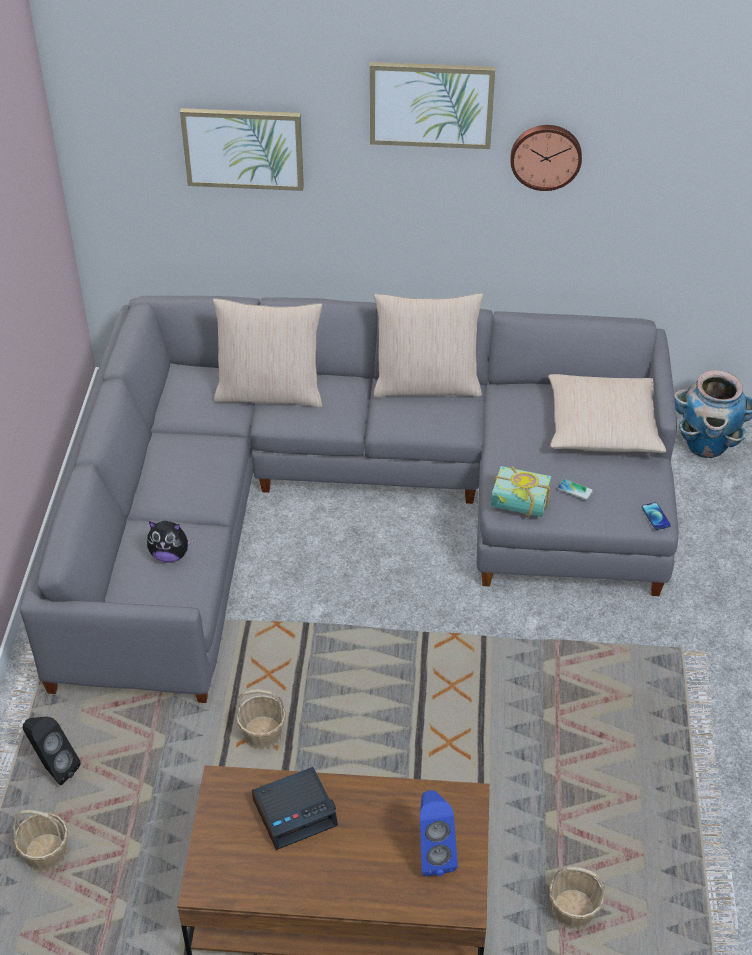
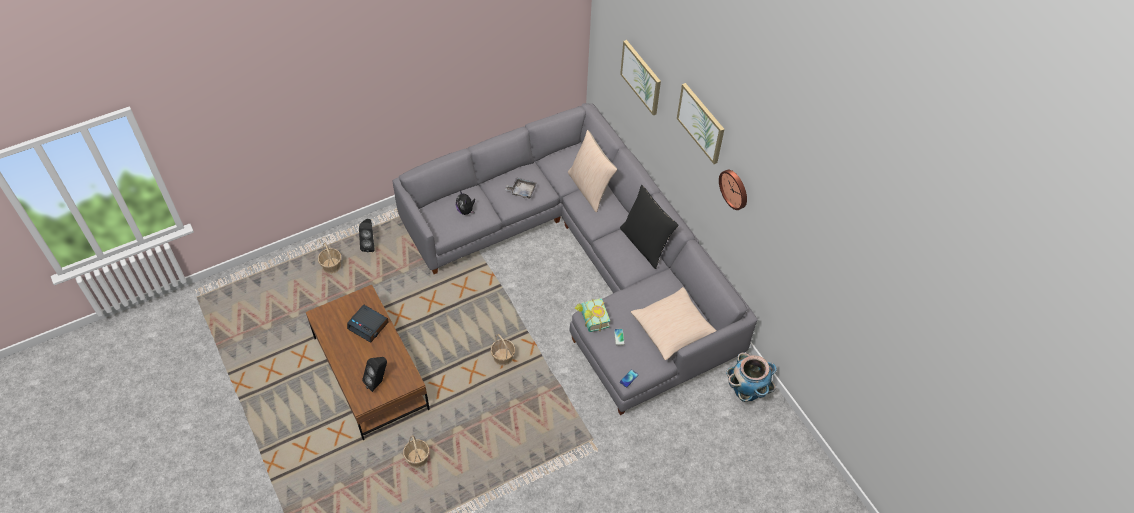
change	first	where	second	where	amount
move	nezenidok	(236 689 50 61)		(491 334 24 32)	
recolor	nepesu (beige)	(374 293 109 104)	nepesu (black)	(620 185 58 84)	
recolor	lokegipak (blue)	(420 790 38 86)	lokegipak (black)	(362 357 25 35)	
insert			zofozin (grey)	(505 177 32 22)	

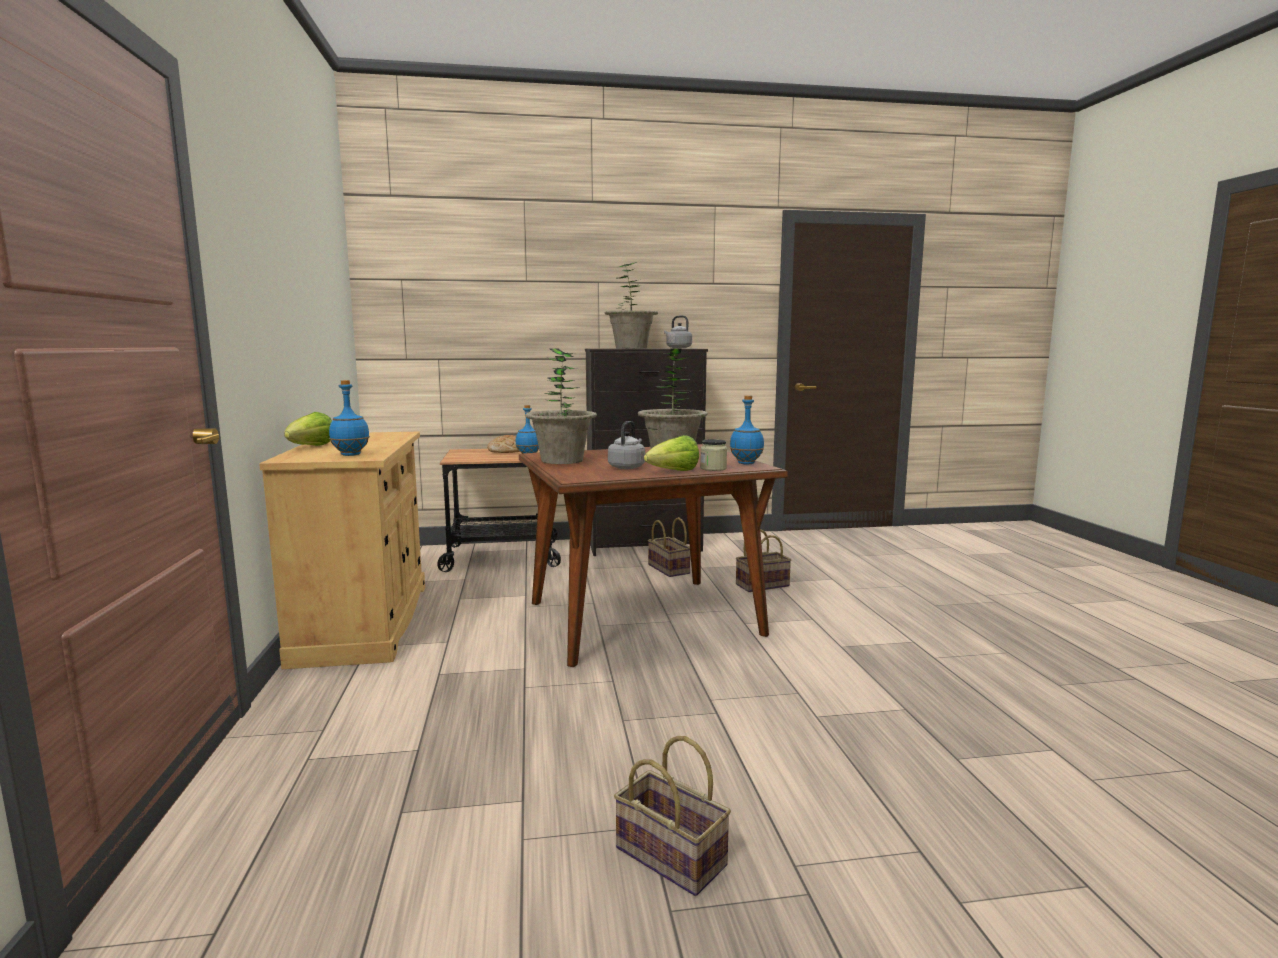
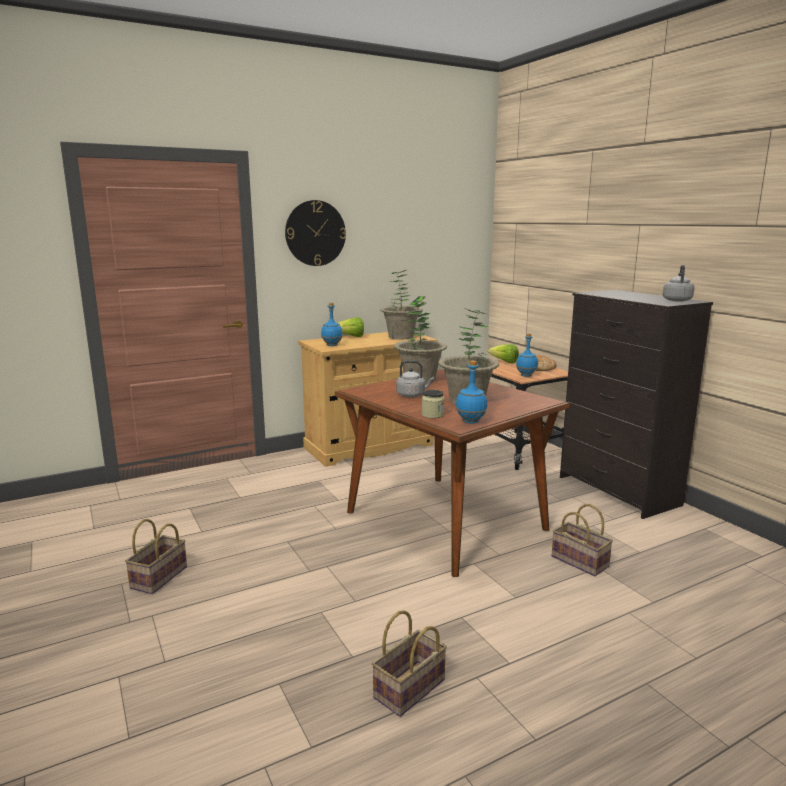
change	first	where	second	where	amount
move	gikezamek	(605 262 53 87)		(380 270 43 70)	
move	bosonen	(644 435 55 36)		(488 344 31 19)	
move	nezenidok	(648 517 42 60)		(372 610 75 107)	
insert			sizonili	(285 200 61 66)	

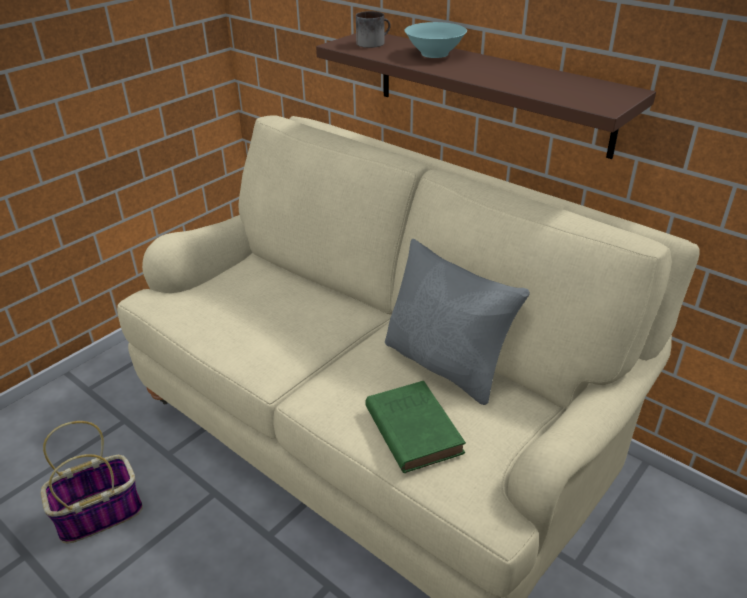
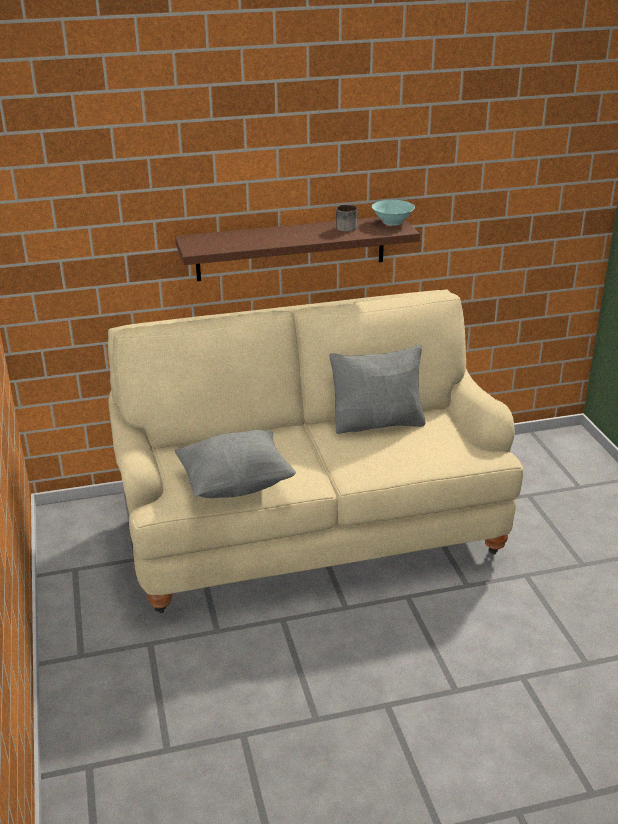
change	first	where	second	where	amount
delete	nezenidok	(41 421 102 123)			
move	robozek	(356 11 35 37)		(336 205 21 27)	
delete	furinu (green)	(365 381 101 92)			
move	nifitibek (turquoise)	(404 22 63 36)		(372 200 43 25)	
insert			nepesu (grey)	(175 430 121 68)	

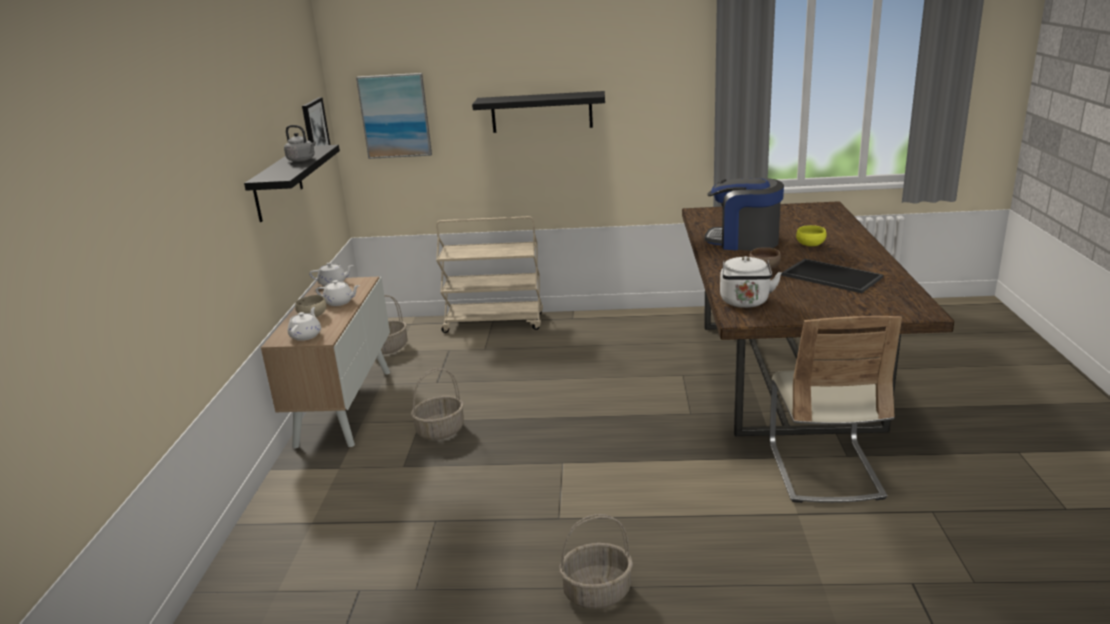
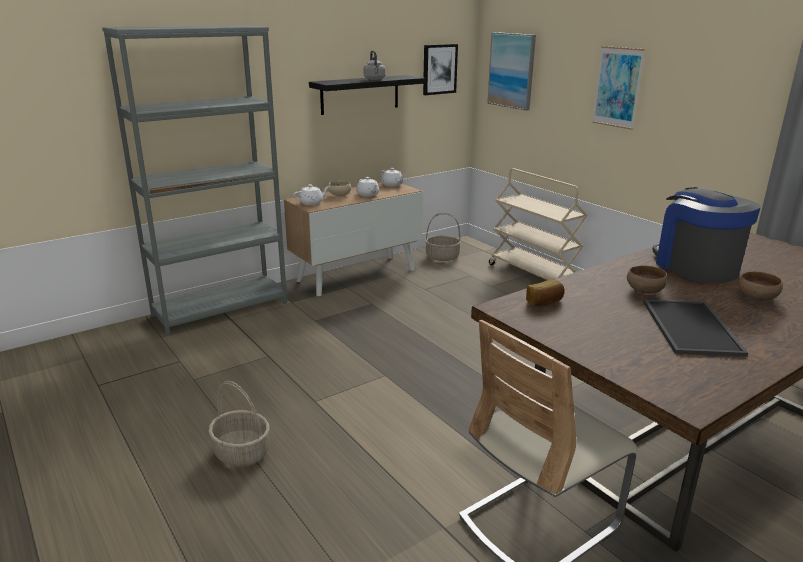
change	first	where	second	where	amount
delete	nezenidok	(411 368 53 72)			
replace	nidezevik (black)	(472 91 133 42)	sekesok	(592 46 53 84)	
replace	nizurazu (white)	(720 256 62 52)	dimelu	(526 279 39 27)	
recolor	nifitibek (yellow)	(796 225 30 21)	nifitibek (brown)	(738 272 45 29)	
insert			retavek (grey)	(102 25 185 311)	

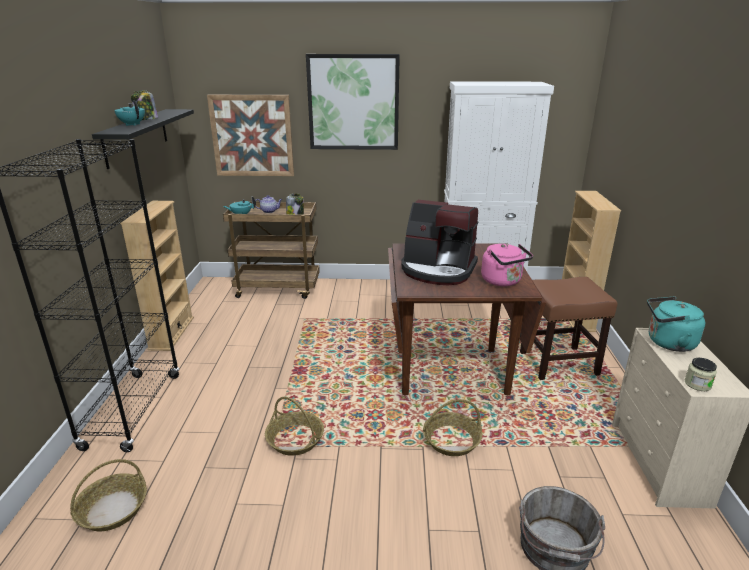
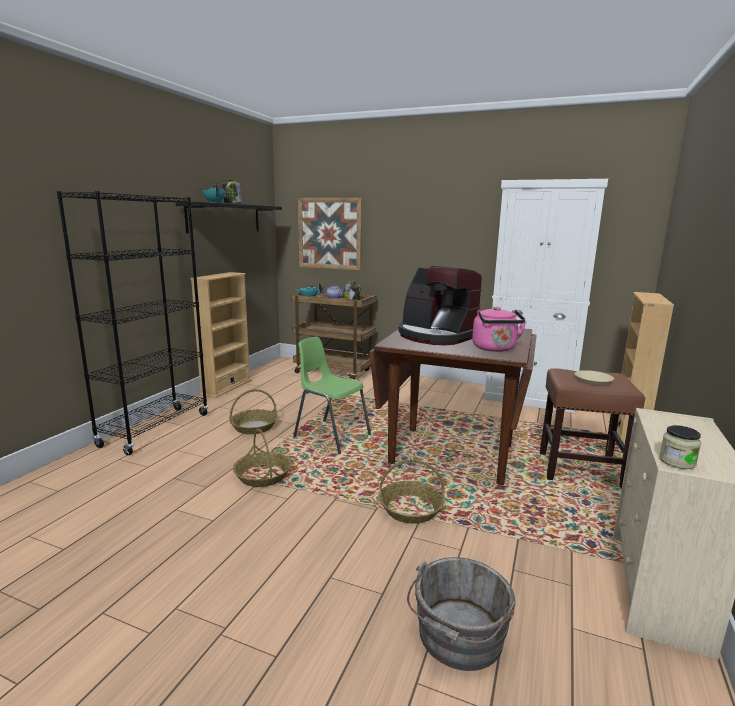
change	first	where	second	where	amount
move	nezenidok	(70 459 77 72)		(229 389 49 45)	
delete	sekesok	(306 54 94 96)			
delete	nizurazu (turquoise)	(647 296 58 56)			
insert			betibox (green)	(293 337 78 117)	
insert			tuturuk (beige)	(575 370 39 15)	

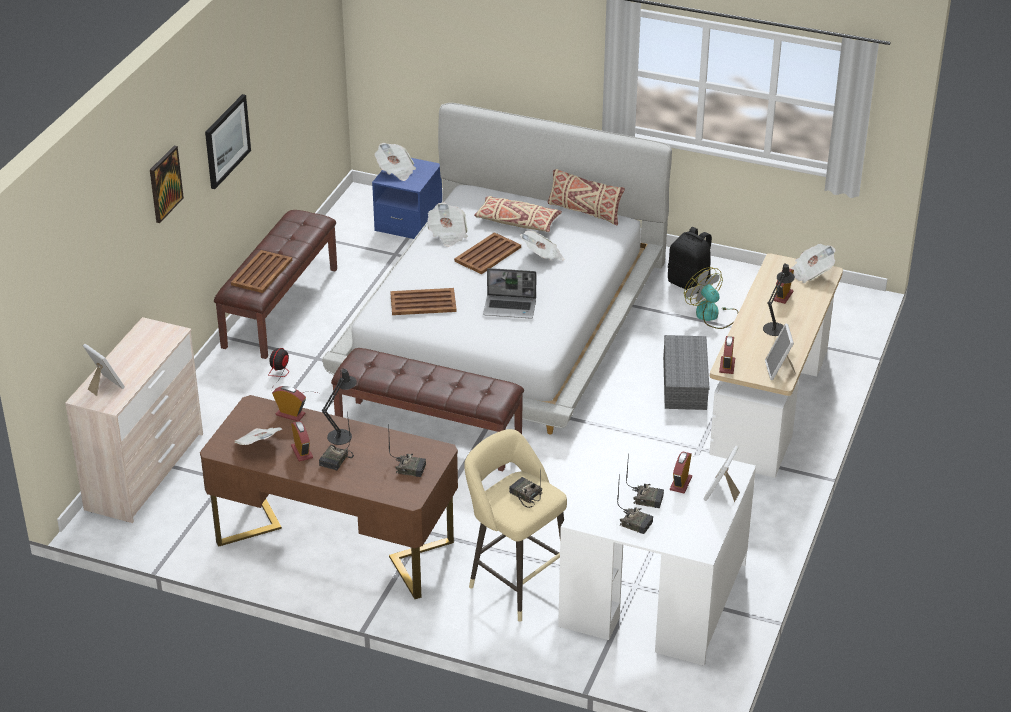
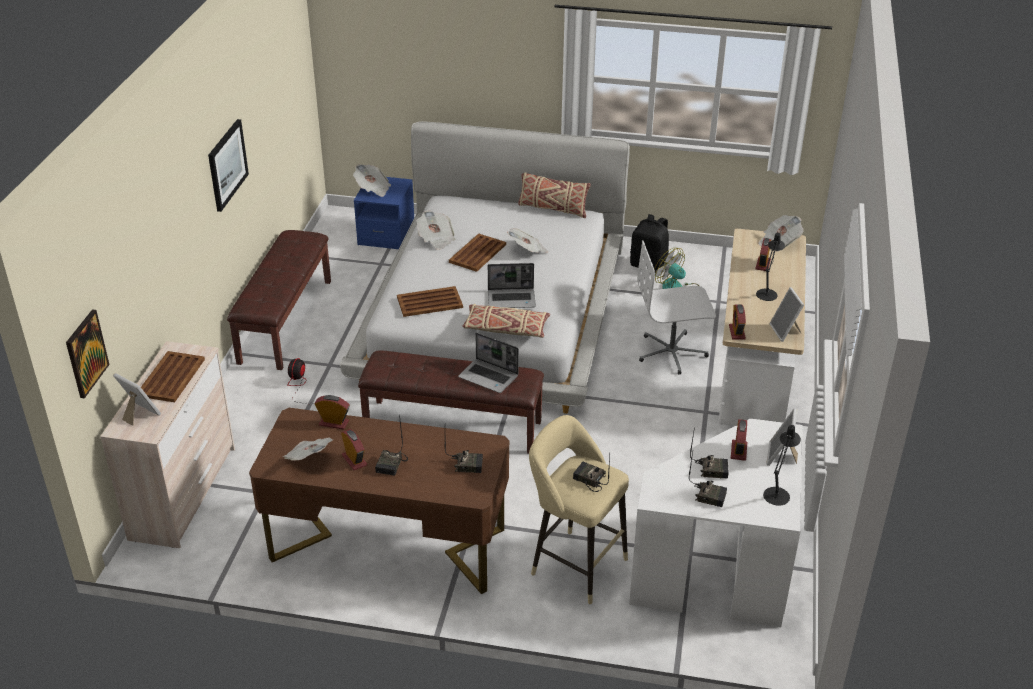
change	first	where	second	where	amount
move	sekesok	(150 146 34 77)		(66 309 43 90)	
move	zofozin (brown)	(231 250 61 43)		(141 351 64 51)	
move	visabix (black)	(322 368 35 77)		(763 425 38 81)	
move	nepesu (beige)	(474 196 88 36)		(462 304 88 34)	
replace	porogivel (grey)	(663 335 46 75)	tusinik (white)	(637 240 79 134)	
insert			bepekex	(458 333 61 60)	

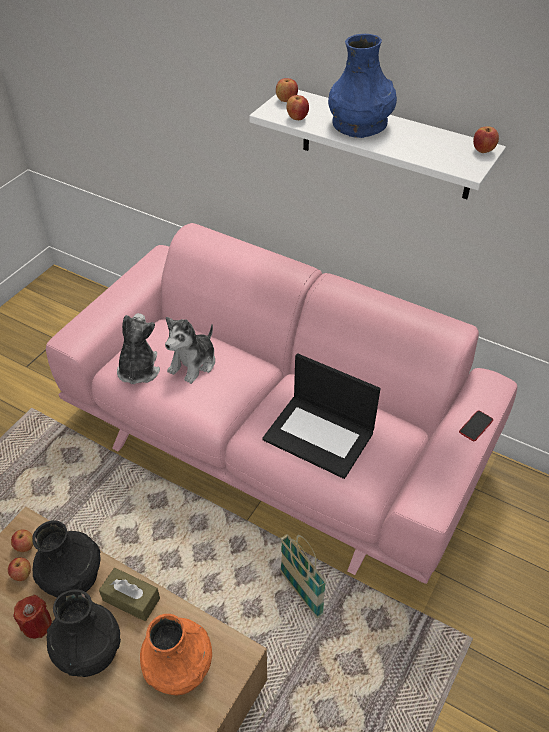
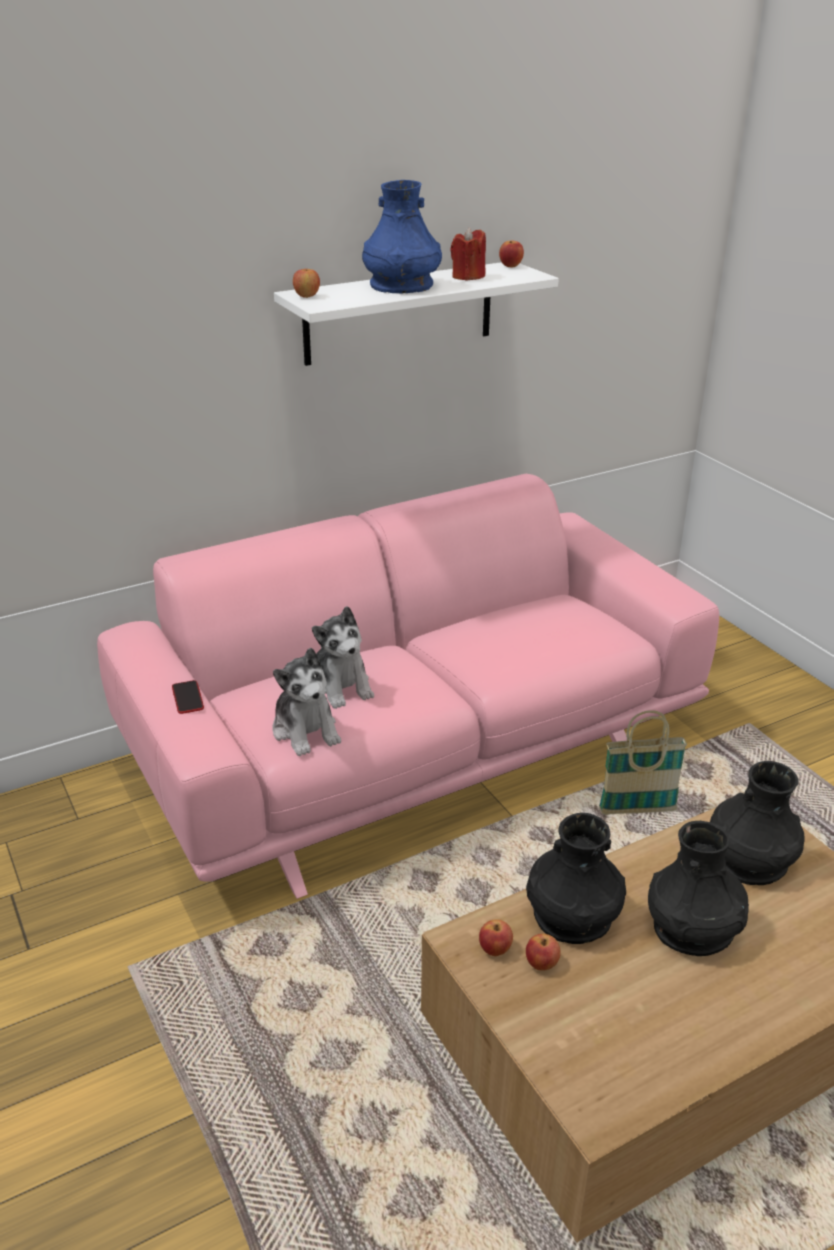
change	first	where	second	where	amount
move	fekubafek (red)	(13 595 39 44)		(450 227 36 53)	
delete	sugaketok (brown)	(99 568 61 53)			
rotate	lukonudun	(117 313 43 71)		(273 648 68 108)	150 degrees counterclockwise
recolor	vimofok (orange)	(140 614 72 82)	vimofok (black)	(710 761 95 124)	
delete	bepekex	(262 353 118 126)			
delete	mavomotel	(286 95 23 25)			
move	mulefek	(459 411 34 30)		(172 680 32 34)	

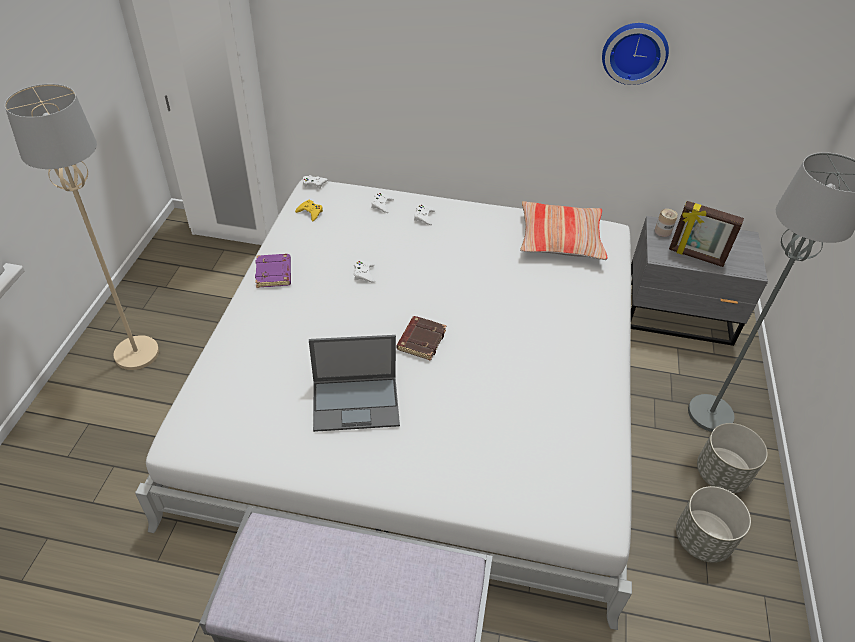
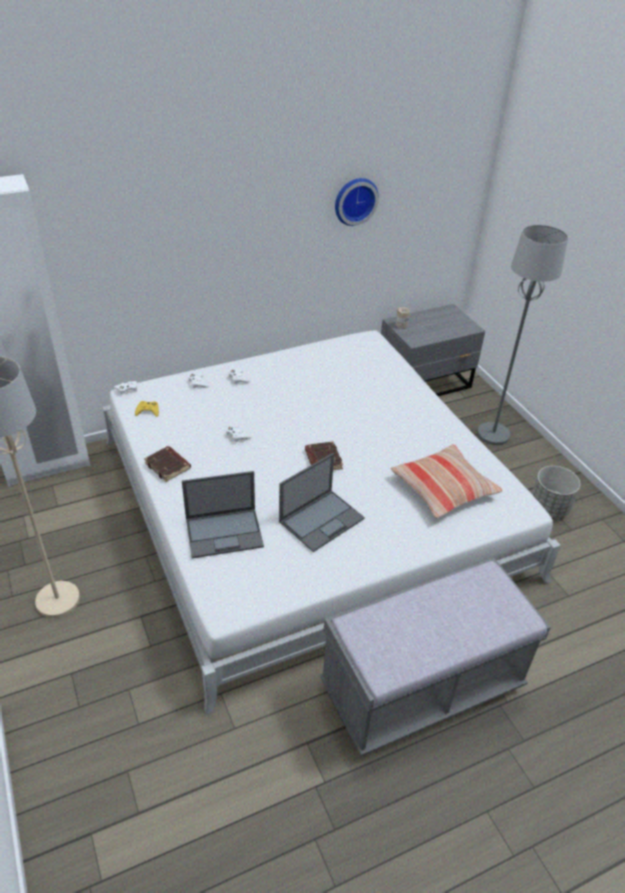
change	first	where	second	where	amount
recolor	furinu (purple)	(255 254 36 34)	furinu (brown)	(144 446 47 36)	
move	nepesu	(520 201 88 59)		(391 444 111 75)	
delete	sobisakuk	(669 201 75 66)			
delete	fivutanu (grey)	(697 423 71 70)			
insert			bepekex	(182 471 82 87)	

